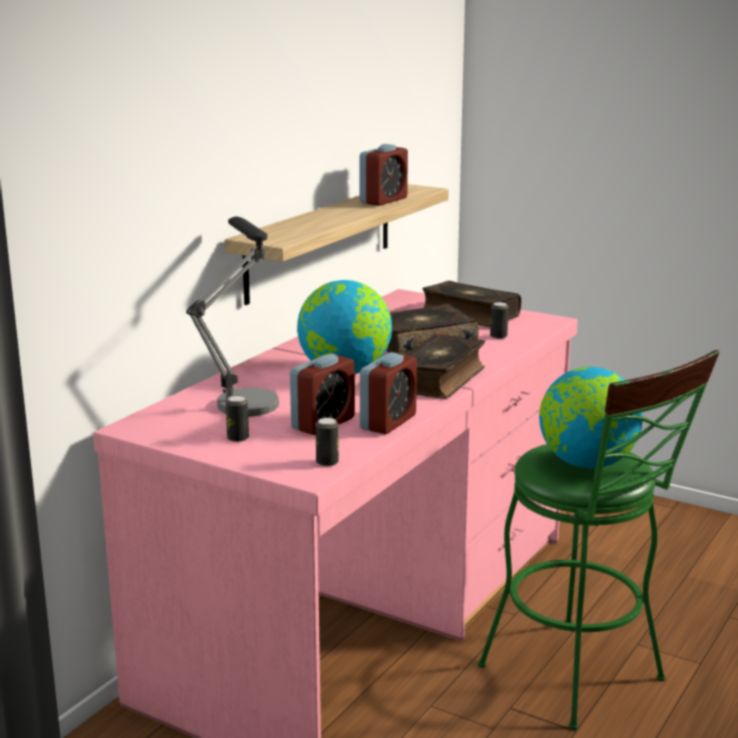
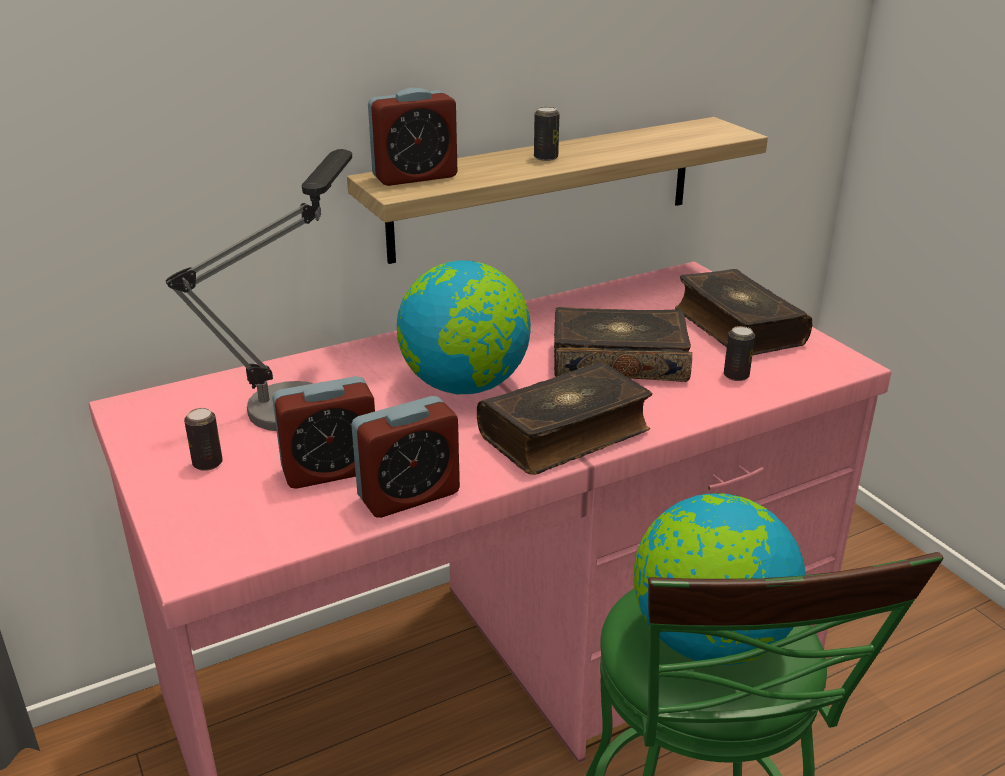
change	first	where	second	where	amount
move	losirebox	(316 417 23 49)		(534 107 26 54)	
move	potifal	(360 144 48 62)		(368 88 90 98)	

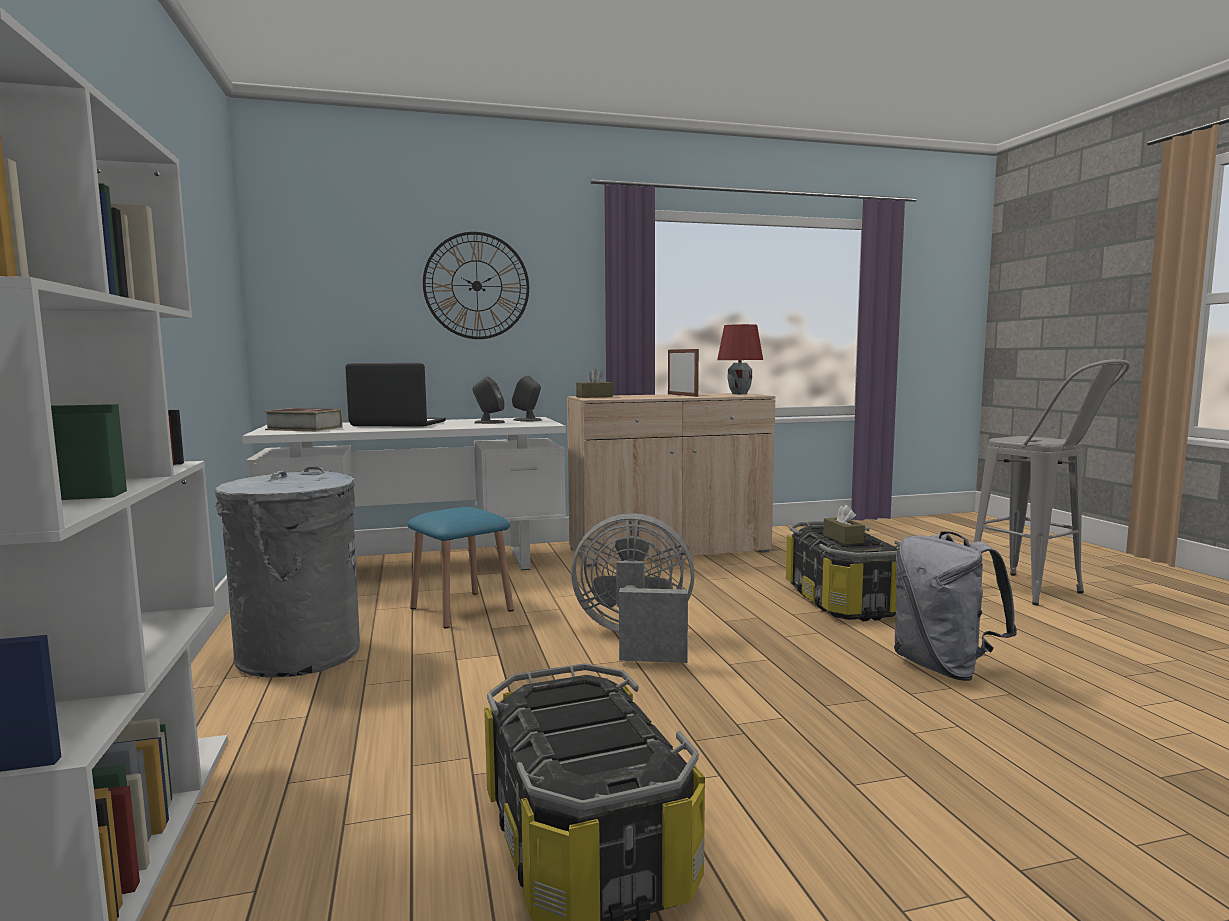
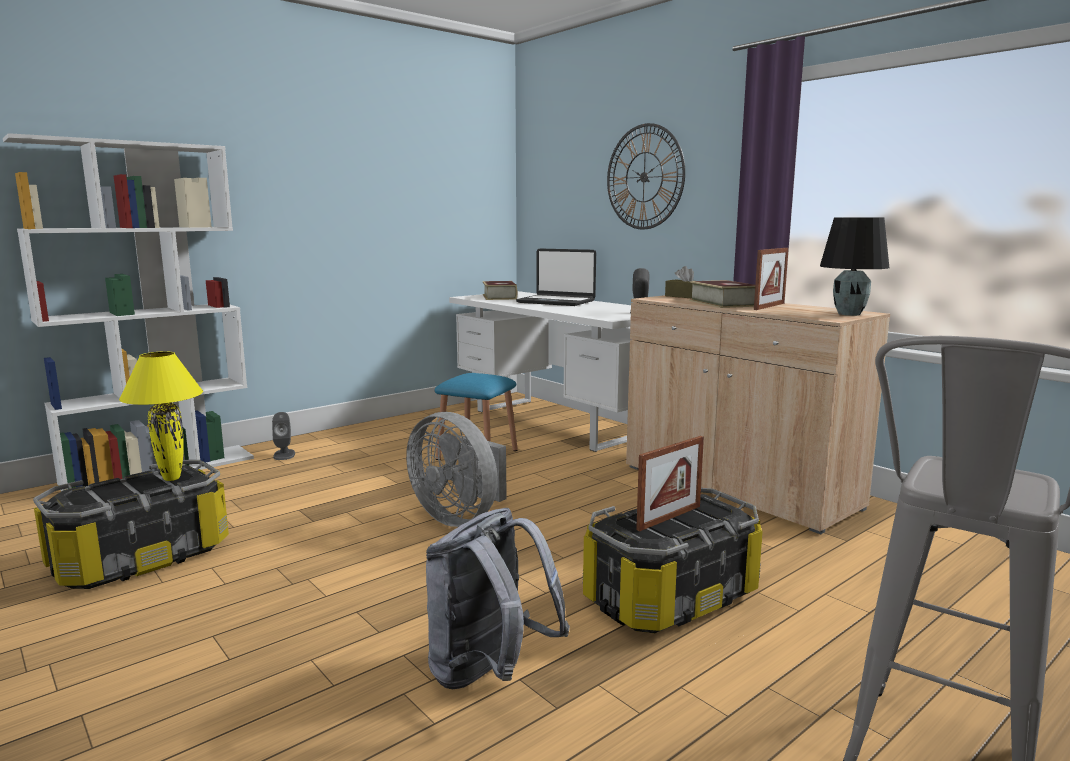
change	first	where	second	where	amount
delete	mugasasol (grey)	(215 466 145 212)			
rotate	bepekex	(346 363 100 64)		(516 248 80 58)	135 degrees clockwise
move	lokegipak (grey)	(472 376 33 48)		(272 412 23 48)	
rotate	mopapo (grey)	(571 513 124 150)		(406 412 101 115)	150 degrees clockwise
recolor	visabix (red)	(717 324 46 70)	visabix (black)	(820 218 70 98)	
replace	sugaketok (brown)	(823 505 42 40)	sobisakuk	(636 436 68 95)	
insert			visabix (yellow)	(119 351 84 130)	
insert			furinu	(689 280 66 28)	

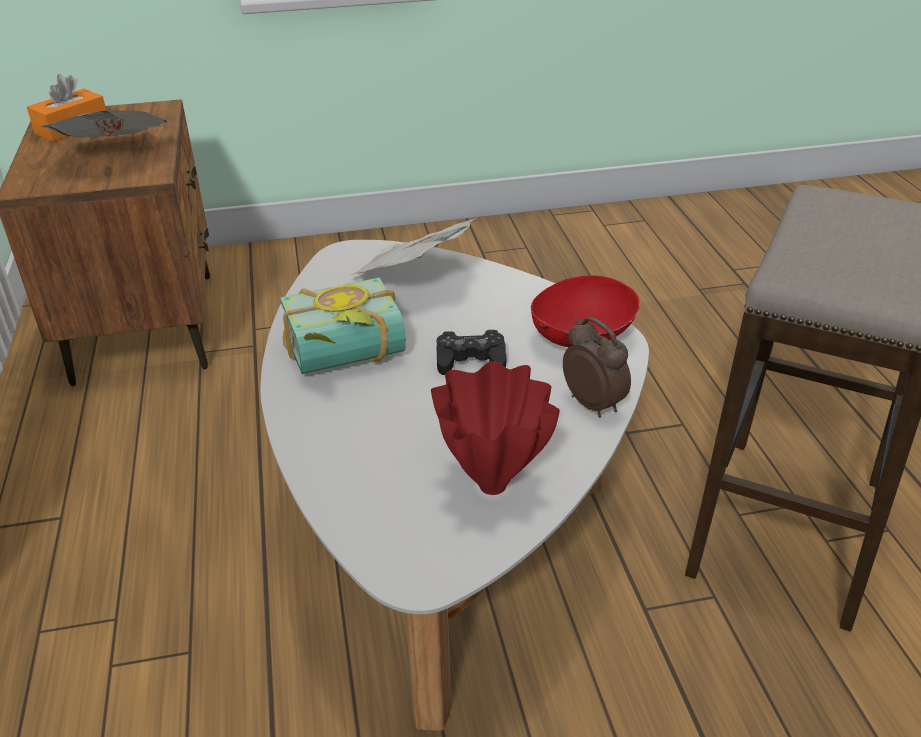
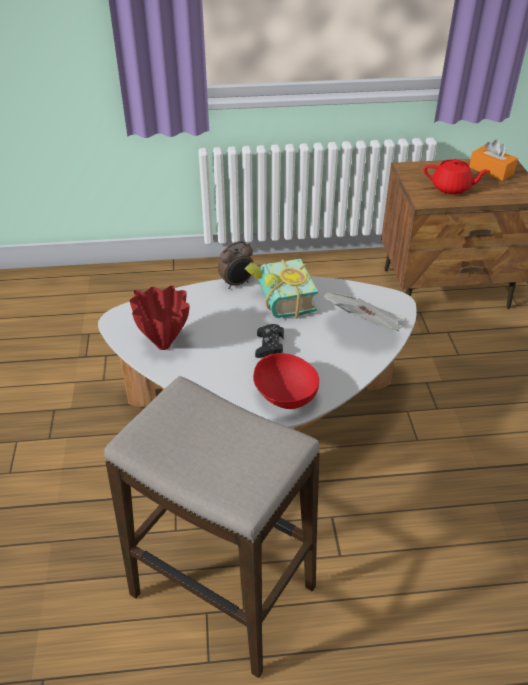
change	first	where	second	where	amount
replace	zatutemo	(41 110 126 28)	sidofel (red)	(424 159 66 35)	
move	potifal	(563 317 68 101)		(218 241 36 48)	

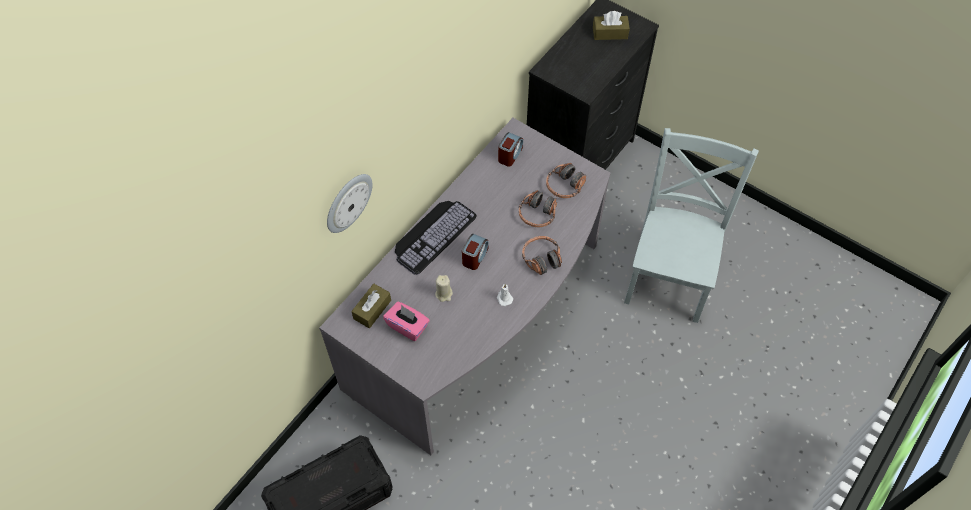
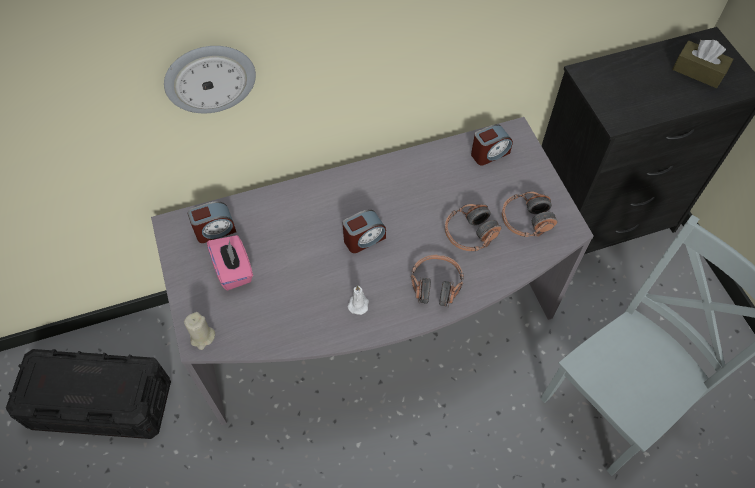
change	first	where	second	where	amount
replace	sugaketok (brown)	(351 284 40 44)	potifal	(187 201 49 42)	
delete	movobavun	(395 201 82 74)			
move	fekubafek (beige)	(435 275 18 27)		(184 312 31 38)	

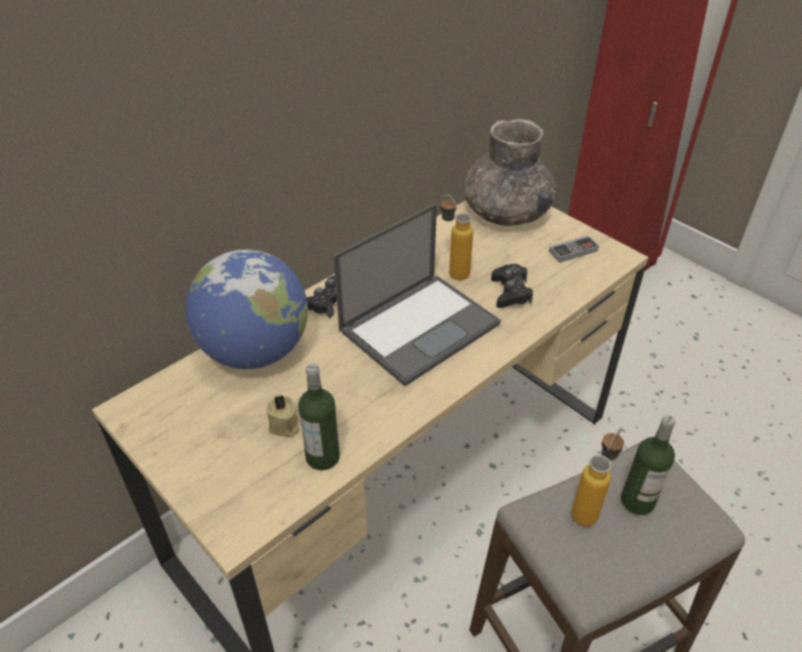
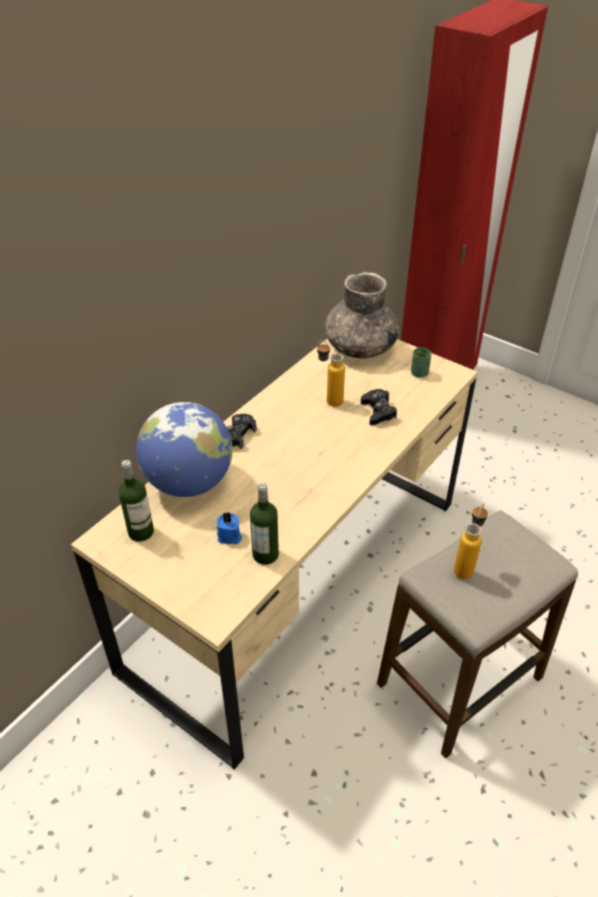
change	first	where	second	where	amount
recolor	fekubafek (beige)	(267 395 32 43)	fekubafek (blue)	(216 512 26 32)	
delete	bepekex	(333 203 168 183)			
replace	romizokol	(549 235 50 28)	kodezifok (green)	(411 347 20 31)	
move	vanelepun	(621 415 54 100)		(119 460 35 82)	

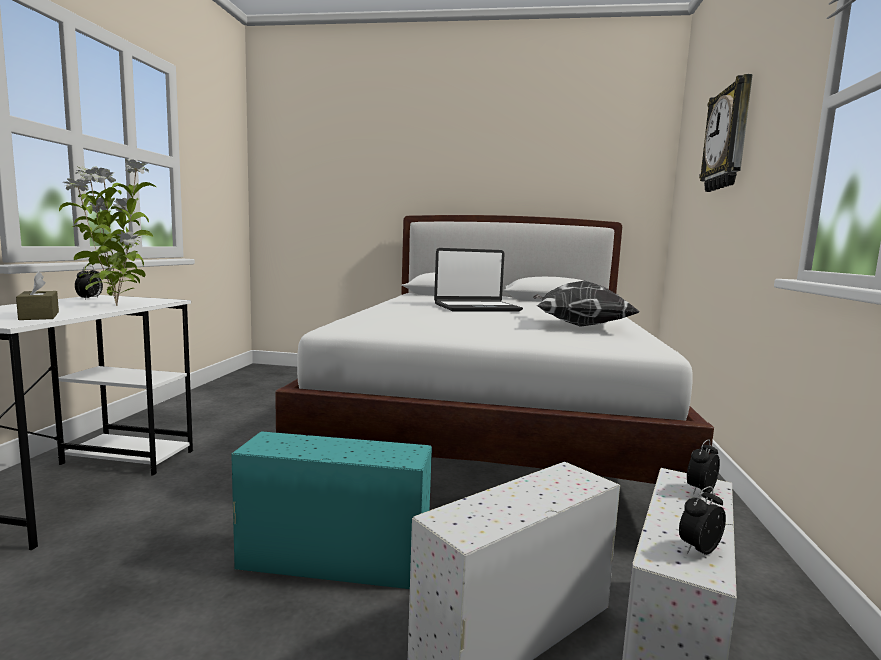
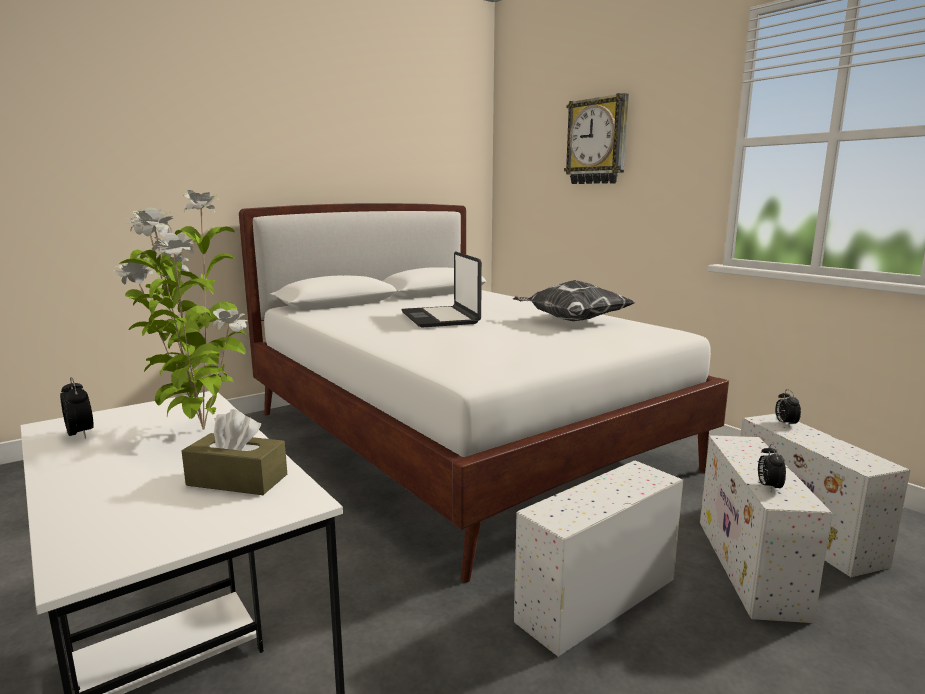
change	first	where	second	where	amount
recolor	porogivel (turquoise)	(231 432 201 157)	porogivel (white)	(514 460 169 197)	
rotate	bepekex	(434 248 89 64)		(401 251 81 76)	135 degrees clockwise
move	potifal	(679 486 47 69)		(758 443 28 49)	

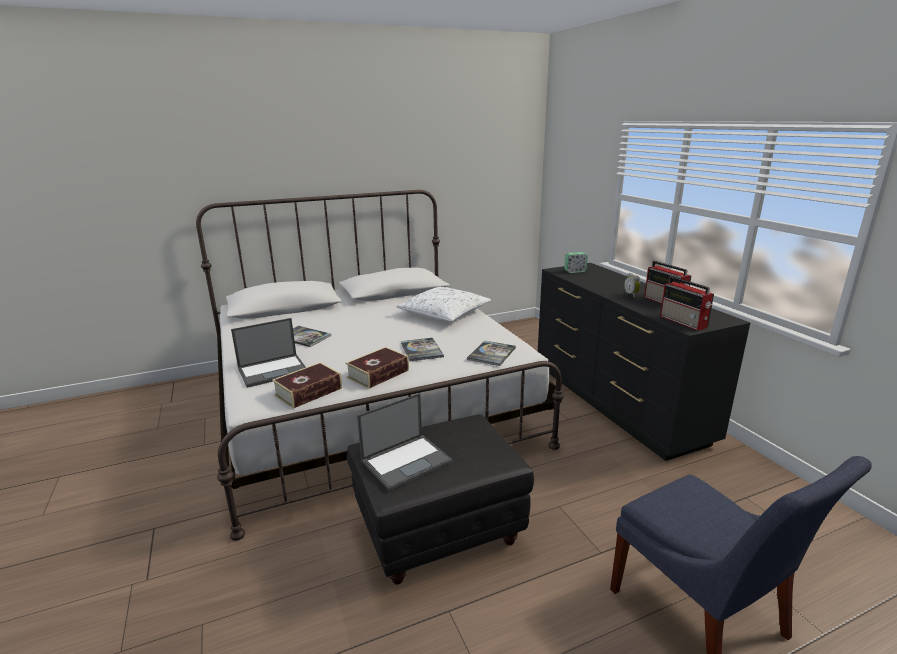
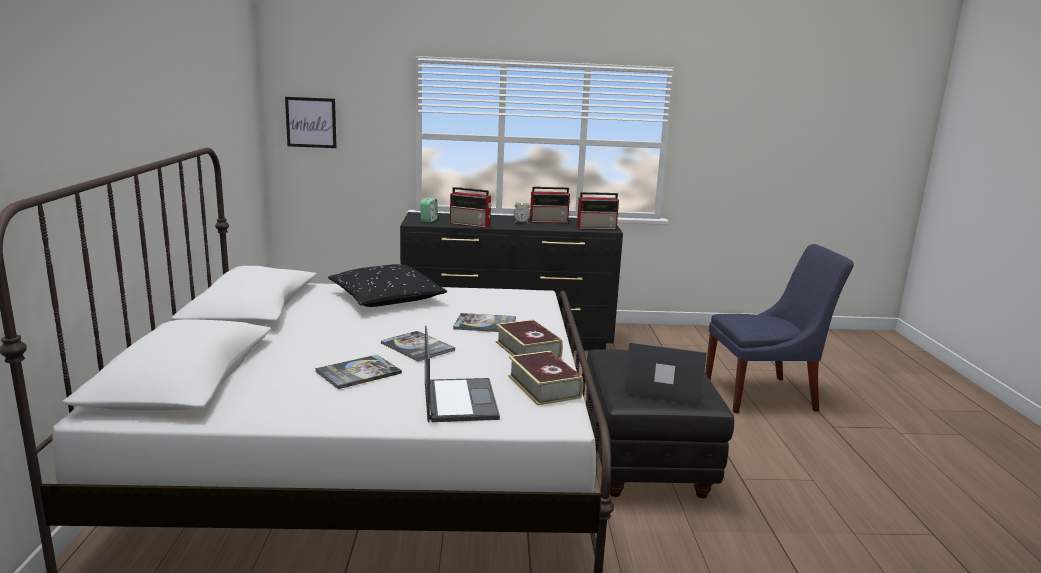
change	first	where	second	where	amount
rotate	bepekex	(357 393 95 98)		(625 342 82 63)	60 degrees counterclockwise
recolor	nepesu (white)	(396 287 95 35)	nepesu (black)	(328 264 119 43)	
move	furinu	(467 341 49 25)		(381 331 74 30)	
insert			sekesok	(285 97 52 51)	
insert			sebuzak	(450 187 42 41)	

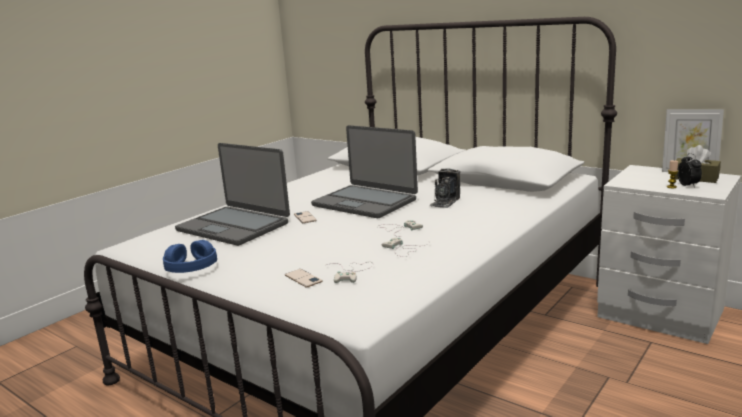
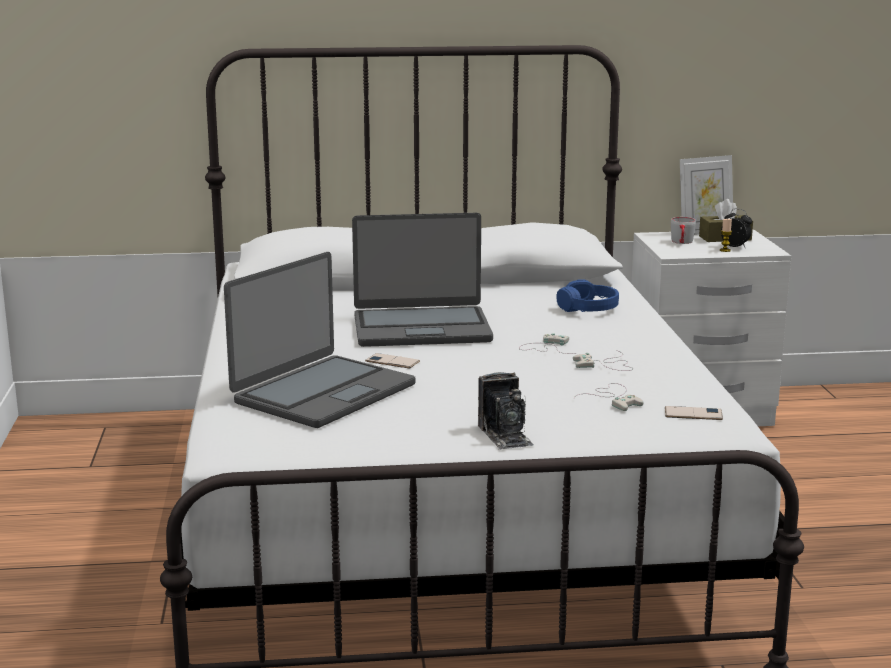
change	first	where	second	where	amount
move	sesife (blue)	(163 240 54 33)		(556 279 63 33)	
rotate	bepekex	(175 143 115 103)		(224 252 192 176)	45 degrees counterclockwise
move	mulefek	(285 269 38 19)		(665 406 58 14)	
move	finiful	(430 169 30 39)		(478 372 56 78)	
insert			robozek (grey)	(671 217 25 27)	

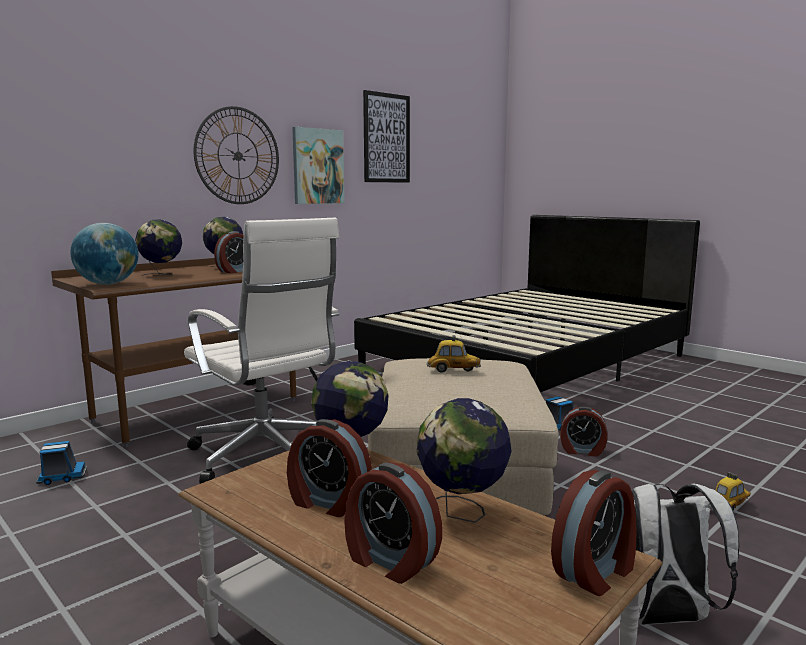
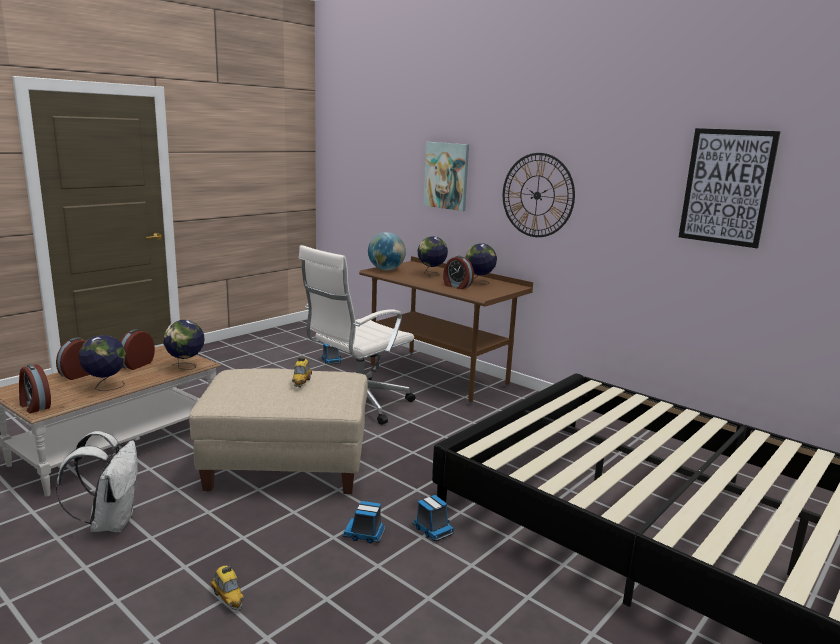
change	first	where	second	where	amount
move	sekesok	(292 127 53 77)		(423 142 46 69)	
replace	potifal	(560 407 47 50)	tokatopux	(343 501 42 42)	

